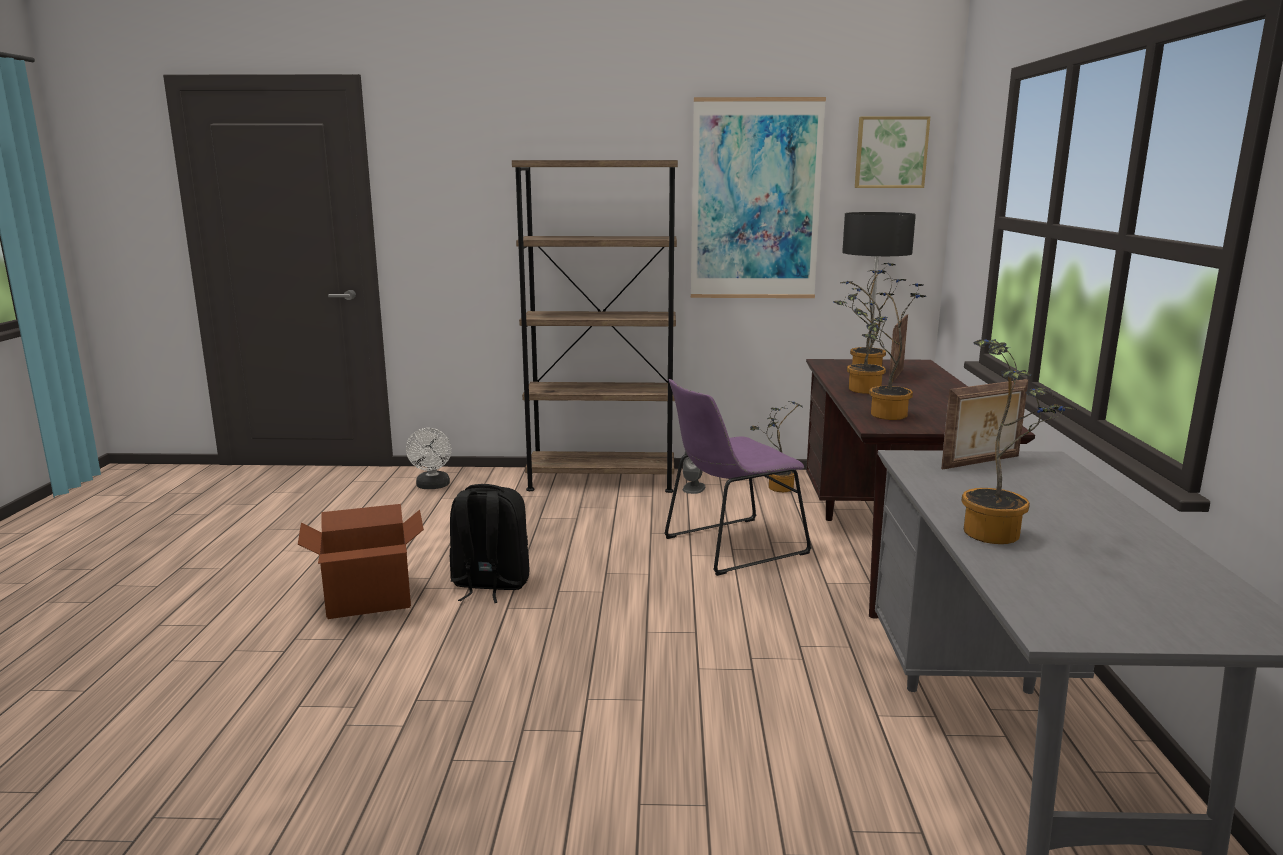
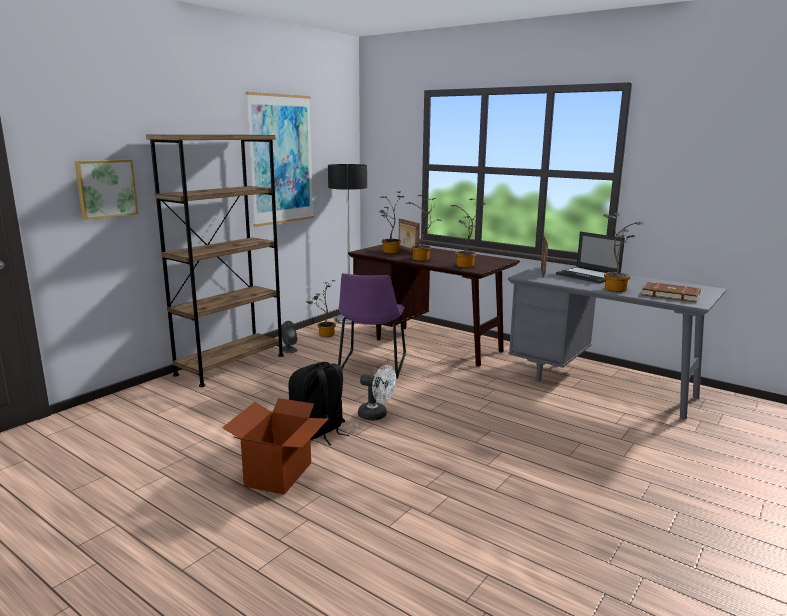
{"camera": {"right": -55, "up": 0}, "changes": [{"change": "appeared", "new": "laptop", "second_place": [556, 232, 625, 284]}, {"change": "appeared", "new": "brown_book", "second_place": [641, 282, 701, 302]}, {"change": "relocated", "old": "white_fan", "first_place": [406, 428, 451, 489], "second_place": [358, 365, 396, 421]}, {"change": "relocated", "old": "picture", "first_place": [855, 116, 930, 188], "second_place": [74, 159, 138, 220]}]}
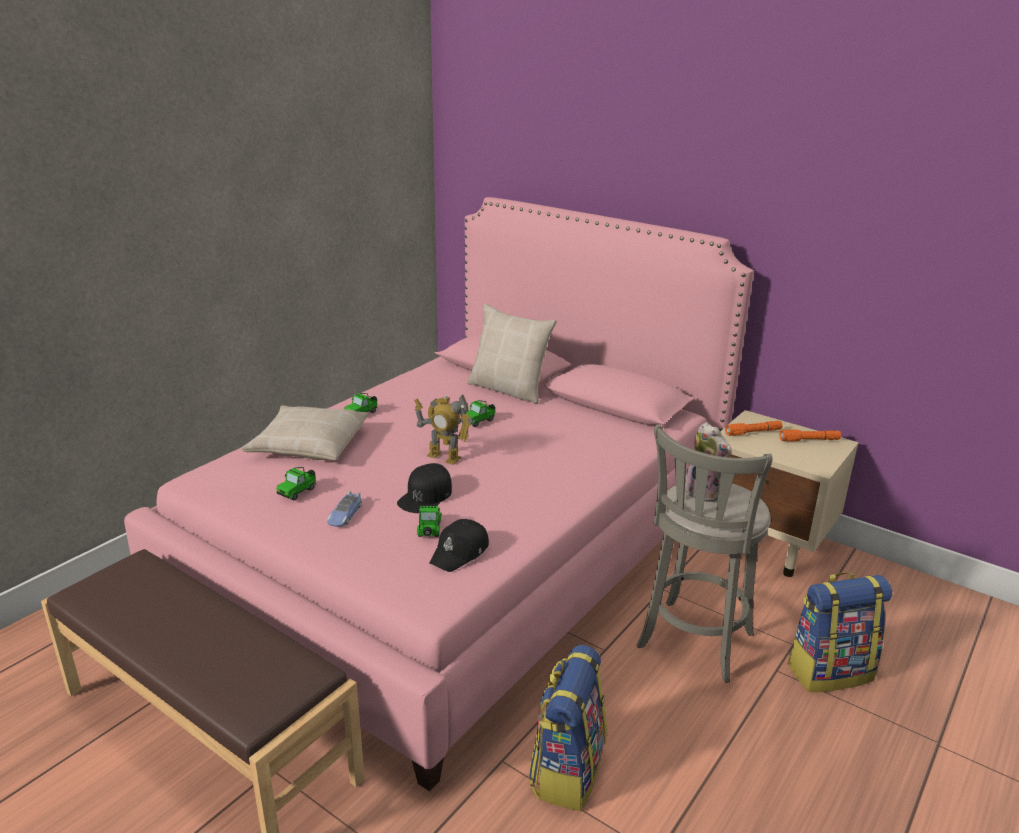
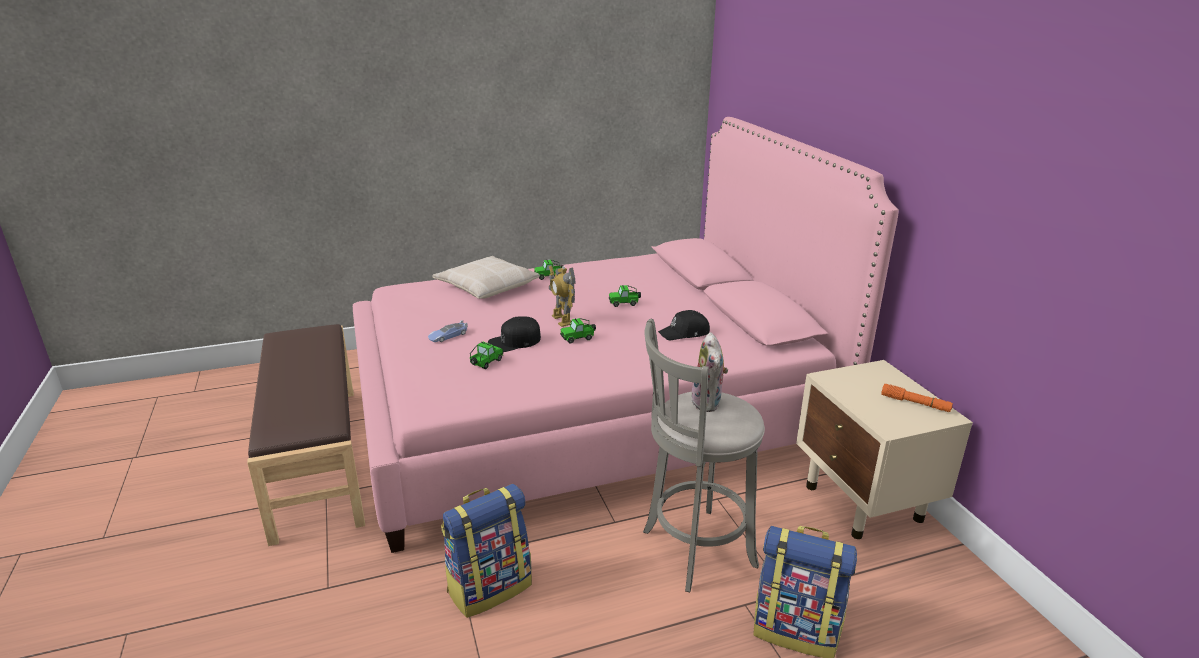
{"camera": {"right": 35, "up": 0}, "changes": [{"change": "missing", "old": "beige_pillow", "first_place": [467, 303, 557, 404]}, {"change": "missing", "old": "orange_flashlight", "first_place": [725, 421, 782, 436]}, {"change": "relocated", "old": "toy_car", "first_place": [276, 467, 316, 501], "second_place": [560, 318, 596, 344]}, {"change": "relocated", "old": "black_cap", "first_place": [429, 519, 489, 572], "second_place": [658, 310, 710, 341]}]}
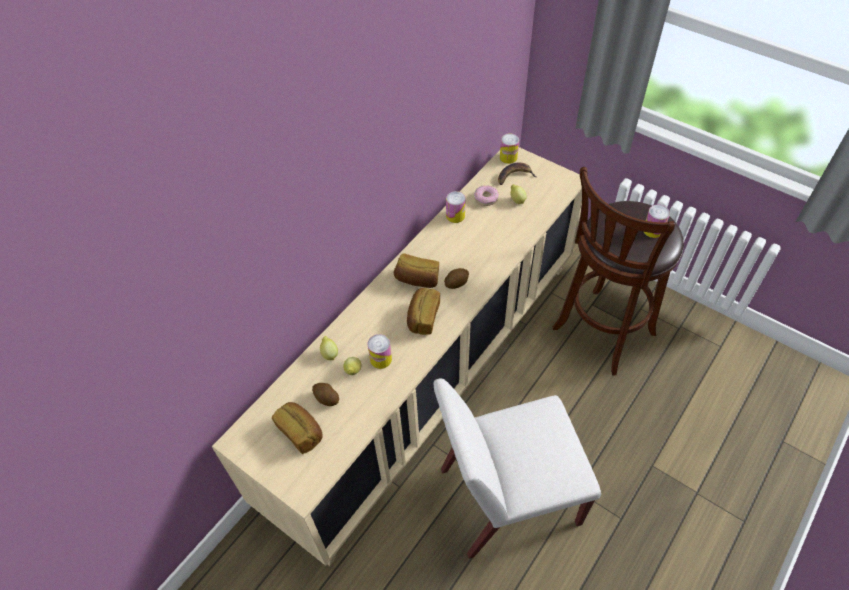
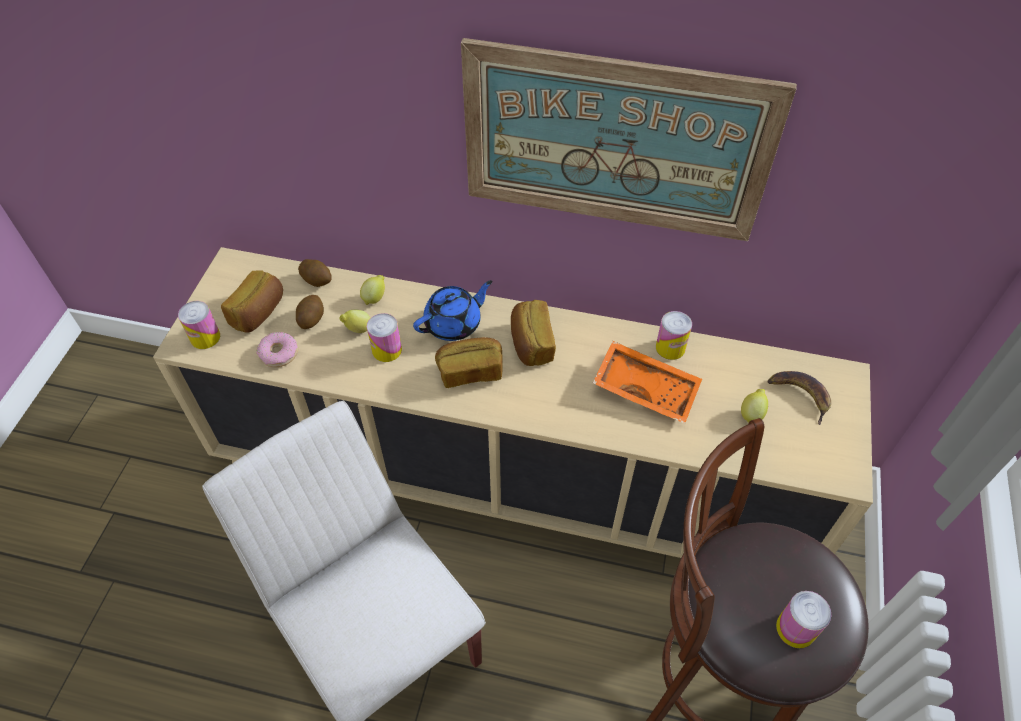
{"camera": {"right": 65, "up": 0}, "changes": [{"change": "appeared", "new": "blue_teapot", "second_place": [413, 280, 493, 341]}, {"change": "appeared", "new": "picture", "second_place": [461, 38, 797, 241]}, {"change": "appeared", "new": "orange_tray", "second_place": [593, 341, 702, 424]}, {"change": "relocated", "old": "potato", "first_place": [444, 268, 469, 289], "second_place": [298, 259, 332, 287]}, {"change": "relocated", "old": "donut", "first_place": [474, 186, 499, 206], "second_place": [256, 332, 298, 367]}, {"change": "relocated", "old": "can", "first_place": [500, 133, 519, 164], "second_place": [178, 301, 220, 349]}]}
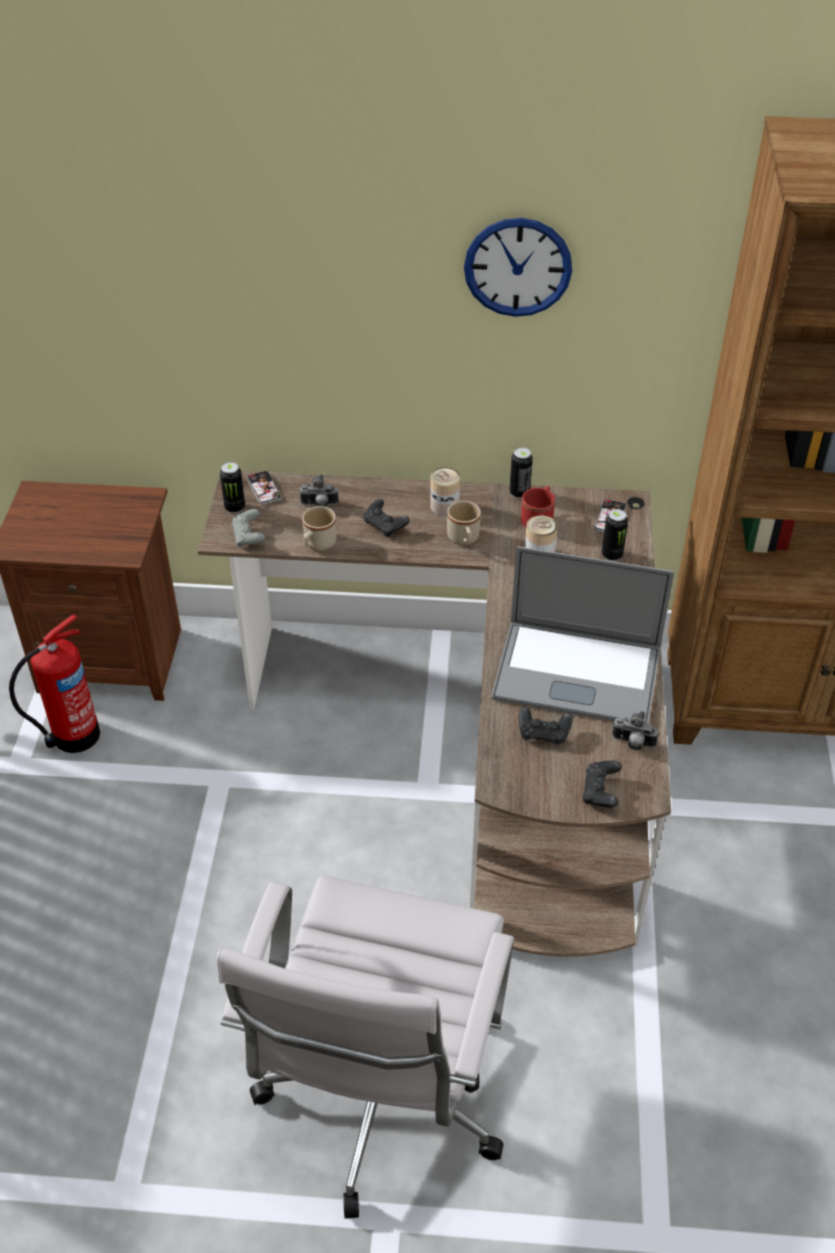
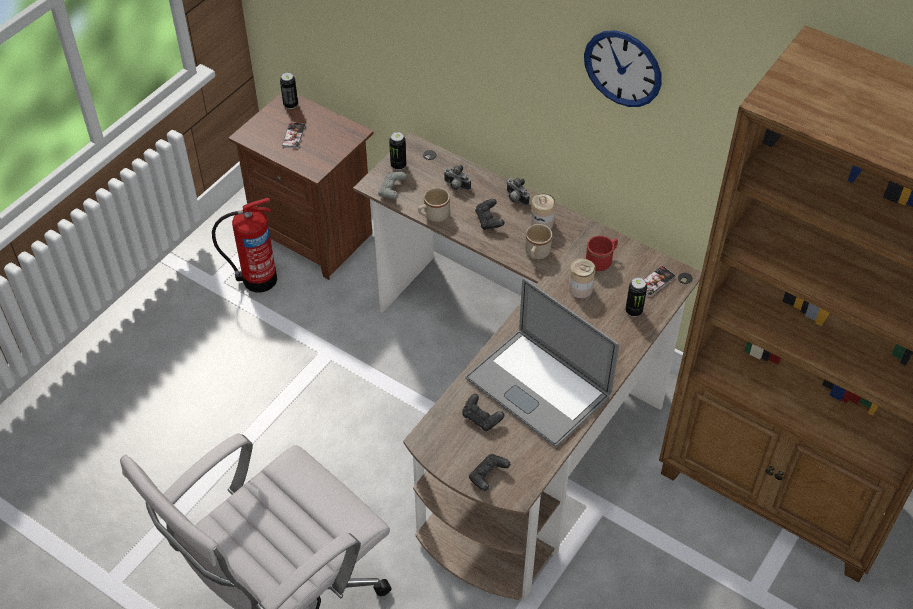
{"camera": {"right": 30, "up": 5}, "changes": [{"change": "relocated", "old": "phone", "first_place": [246, 471, 282, 504], "second_place": [282, 122, 306, 148]}, {"change": "relocated", "old": "can", "first_place": [510, 448, 533, 499], "second_place": [280, 72, 298, 109]}, {"change": "relocated", "old": "photo_camera", "first_place": [612, 711, 659, 750], "second_place": [507, 178, 530, 205]}]}
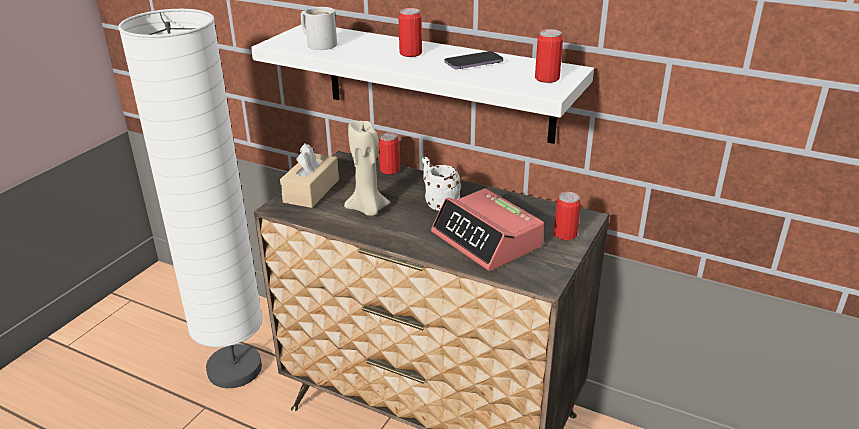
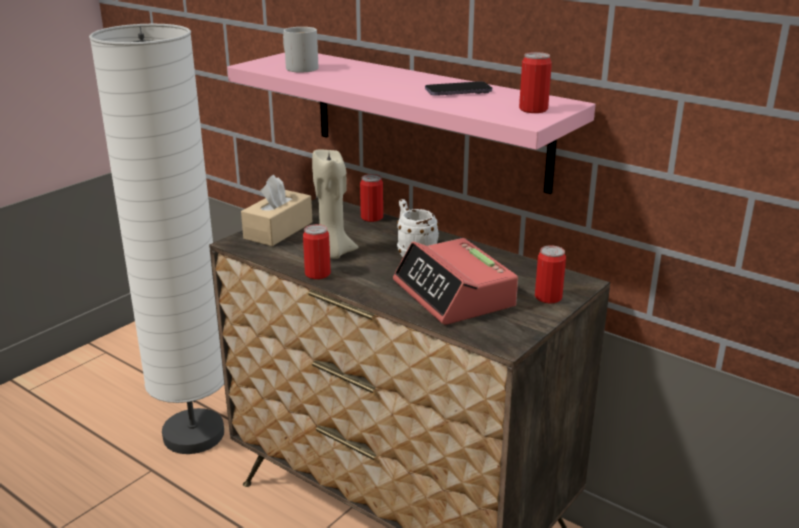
{"camera": {"right": 10, "up": -5}, "changes": [{"change": "relocated", "old": "can", "first_place": [398, 8, 422, 57], "second_place": [303, 224, 331, 279]}, {"change": "colour", "old": "white_shelf", "new": "pink_shelf", "first_place": [251, 24, 594, 144], "second_place": [227, 53, 596, 194]}]}
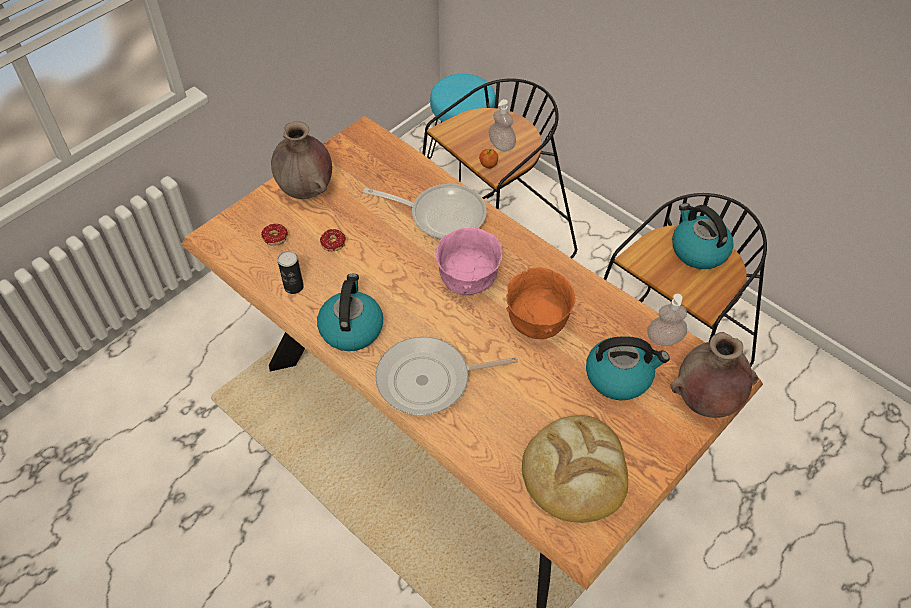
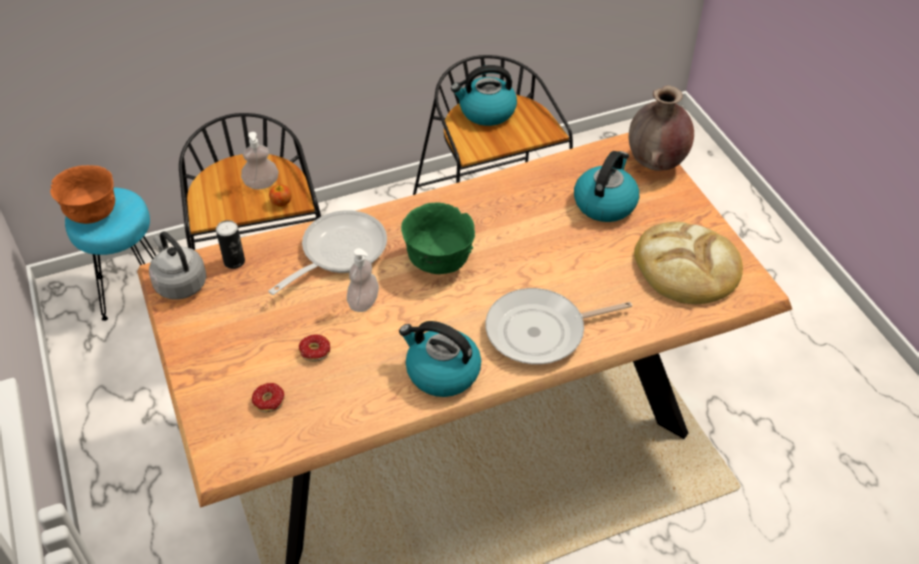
{"camera": {"right": -65, "up": -5}, "changes": [{"change": "missing", "old": "brown_vase", "first_place": [271, 121, 332, 199]}, {"change": "appeared", "new": "grey_kettle", "second_place": [149, 231, 207, 300]}, {"change": "relocated", "old": "can", "first_place": [277, 251, 304, 294], "second_place": [216, 220, 245, 269]}, {"change": "relocated", "old": "orange_bowl", "first_place": [506, 267, 575, 339], "second_place": [50, 165, 115, 224]}, {"change": "relocated", "old": "soap_dispenser", "first_place": [647, 294, 687, 346], "second_place": [347, 248, 379, 312]}, {"change": "colour", "old": "pink_bowl", "new": "green_bowl", "first_place": [436, 228, 503, 295], "second_place": [401, 203, 475, 274]}, {"change": "spun", "old": "frying_pan", "first_place": [375, 336, 518, 415], "second_place": [485, 288, 632, 364], "degrees": 60}]}
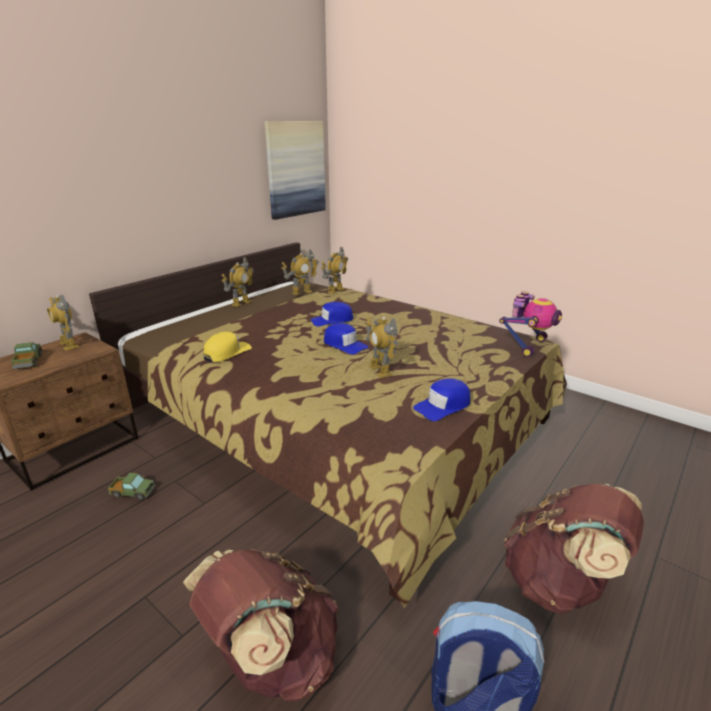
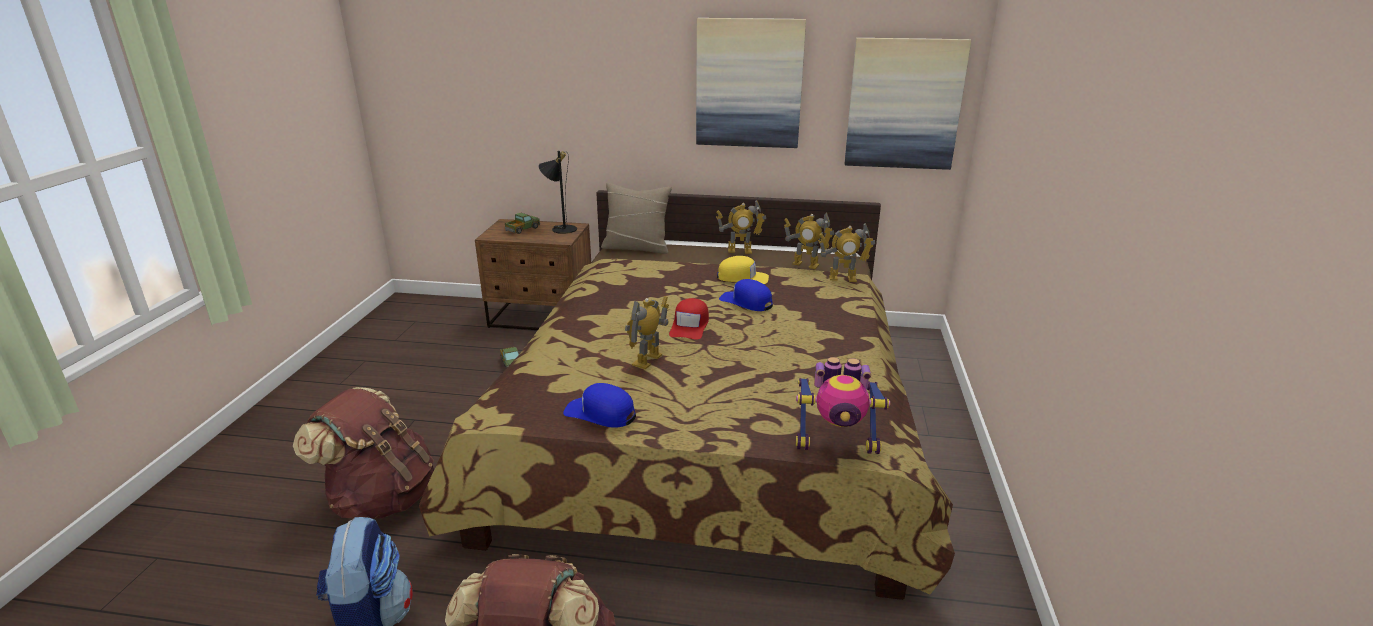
{"camera": {"right": 60, "up": 0}, "changes": [{"change": "appeared", "new": "beige_pillow", "second_place": [601, 183, 672, 254]}, {"change": "appeared", "new": "picture", "second_place": [696, 18, 806, 148]}, {"change": "relocated", "old": "yellow_cap", "first_place": [204, 332, 252, 362], "second_place": [717, 256, 769, 284]}, {"change": "exchanged", "old": "toy_robot", "new": "black_table_lamp", "first_place": [47, 295, 79, 351], "second_place": [539, 151, 577, 234]}, {"change": "colour", "old": "blue_cap", "new": "red_cap", "first_place": [324, 323, 369, 355], "second_place": [669, 298, 709, 340]}]}
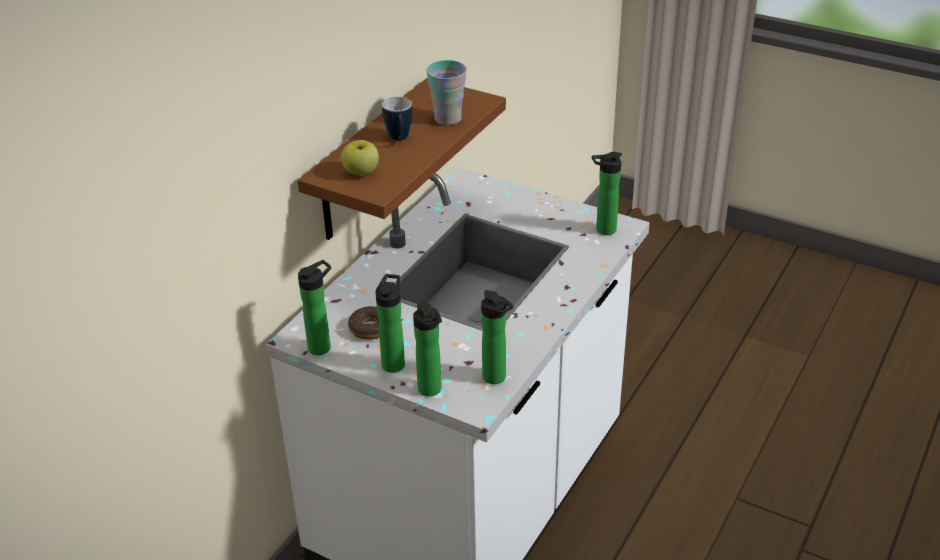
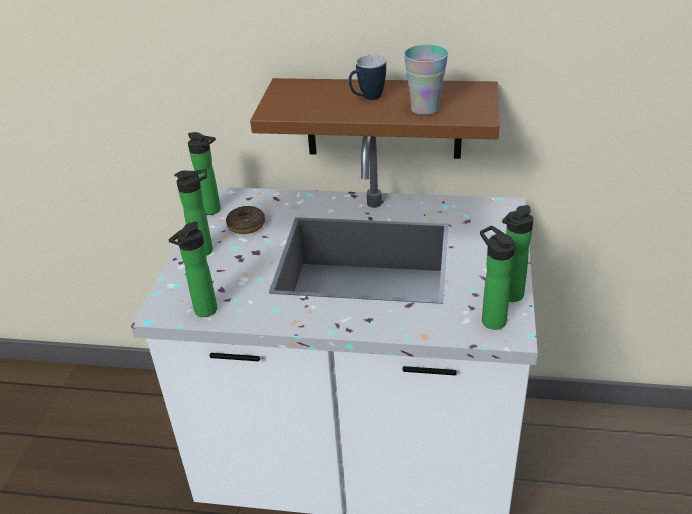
{"camera": {"right": 70, "up": 0}, "changes": [{"change": "missing", "old": "apple", "first_place": [341, 140, 379, 176]}, {"change": "relocated", "old": "bottle", "first_place": [413, 301, 442, 396], "second_place": [502, 205, 533, 302]}]}
